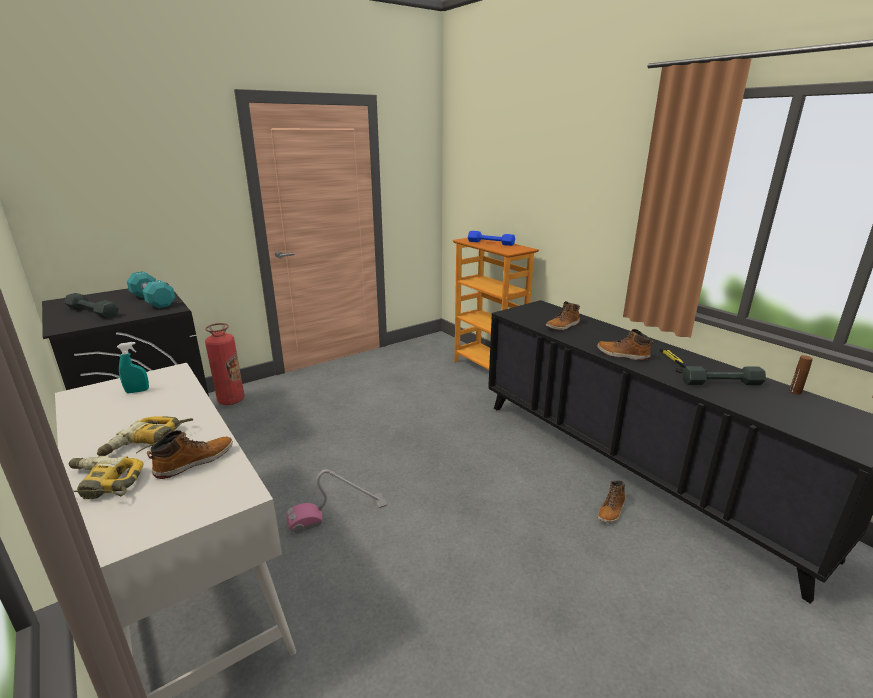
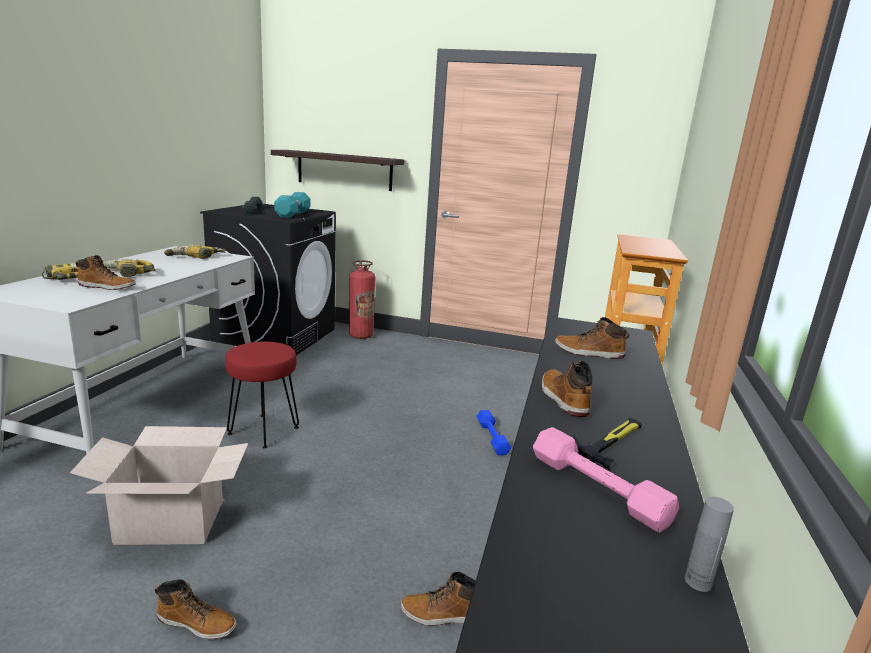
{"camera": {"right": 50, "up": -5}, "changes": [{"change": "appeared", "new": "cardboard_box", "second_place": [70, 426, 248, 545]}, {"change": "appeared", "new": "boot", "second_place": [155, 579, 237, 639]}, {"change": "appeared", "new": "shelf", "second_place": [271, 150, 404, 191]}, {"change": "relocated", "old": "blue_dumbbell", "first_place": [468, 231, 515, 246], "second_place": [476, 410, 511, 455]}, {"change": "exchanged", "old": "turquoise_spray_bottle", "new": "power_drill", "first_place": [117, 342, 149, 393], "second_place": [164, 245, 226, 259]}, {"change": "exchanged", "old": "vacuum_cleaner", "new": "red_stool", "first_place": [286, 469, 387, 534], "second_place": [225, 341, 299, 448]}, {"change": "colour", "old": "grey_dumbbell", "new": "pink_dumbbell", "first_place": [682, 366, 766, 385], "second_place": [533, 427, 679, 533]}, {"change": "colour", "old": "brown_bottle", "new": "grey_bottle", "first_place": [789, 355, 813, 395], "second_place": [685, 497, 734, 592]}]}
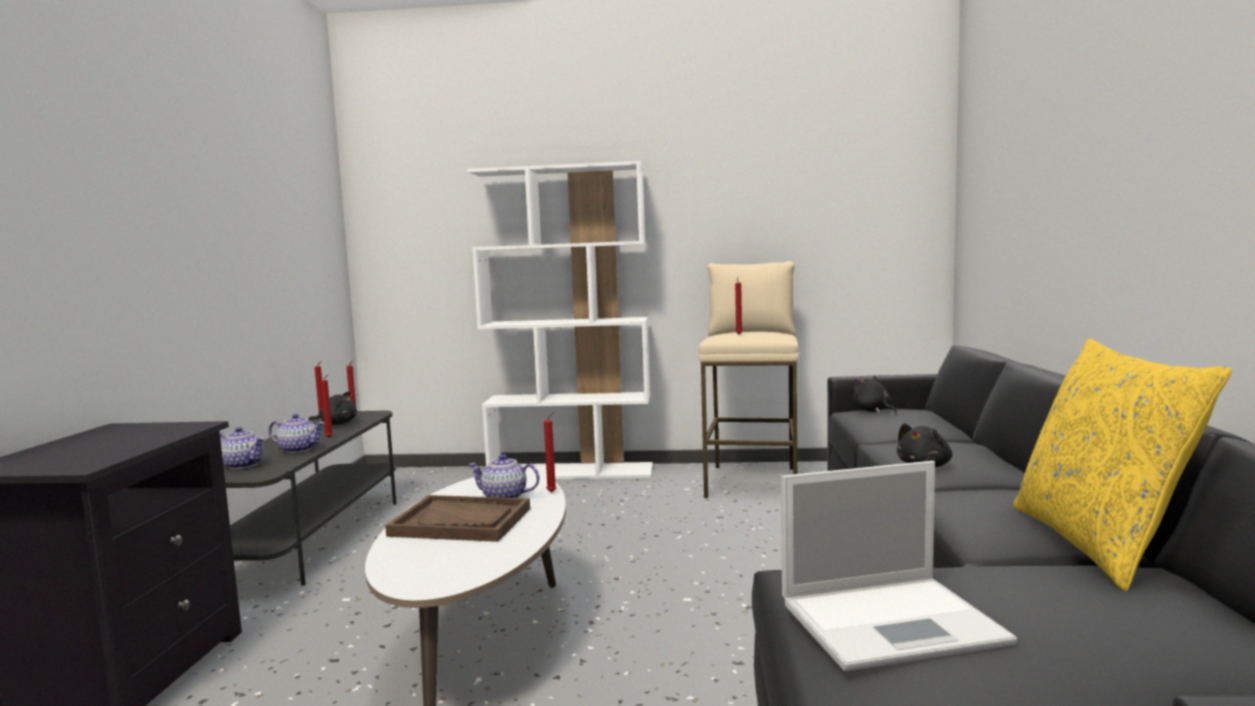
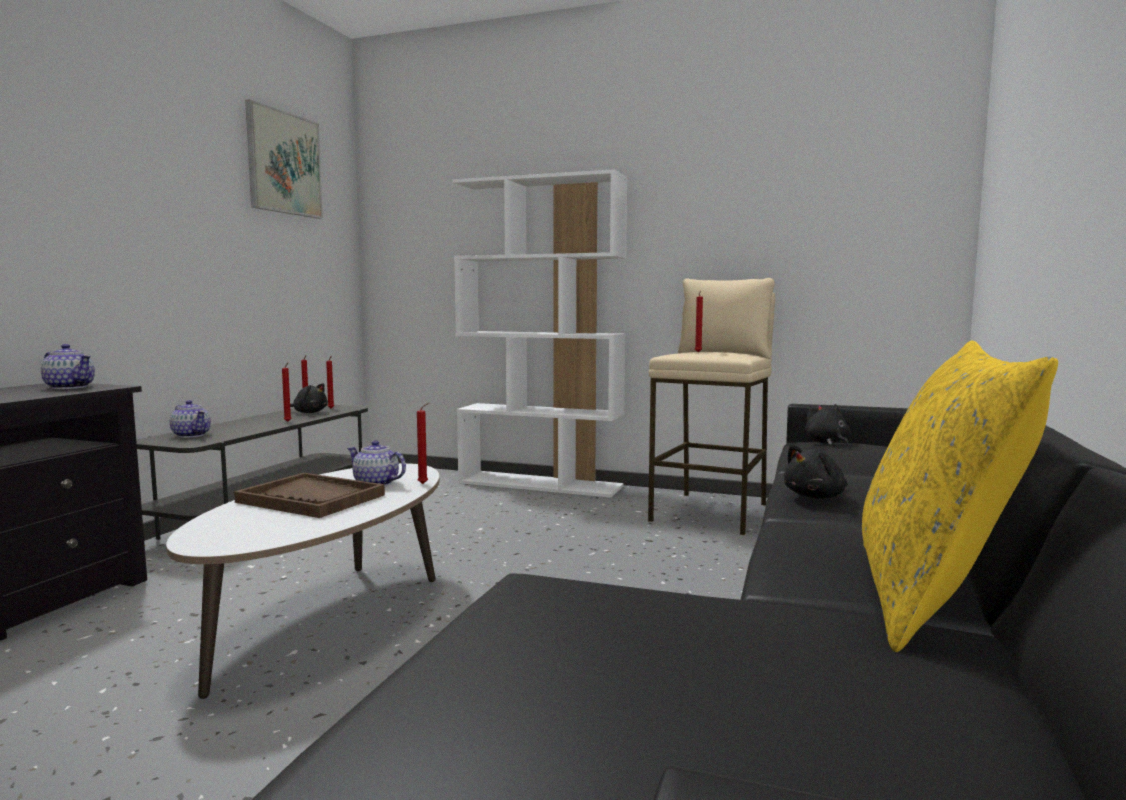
{"camera": {"right": 15, "up": 0}, "changes": [{"change": "missing", "old": "laptop", "first_place": [781, 461, 1017, 671]}, {"change": "appeared", "new": "picture", "second_place": [245, 99, 323, 219]}, {"change": "relocated", "old": "teapot", "first_place": [268, 414, 325, 453], "second_place": [41, 344, 95, 389]}]}
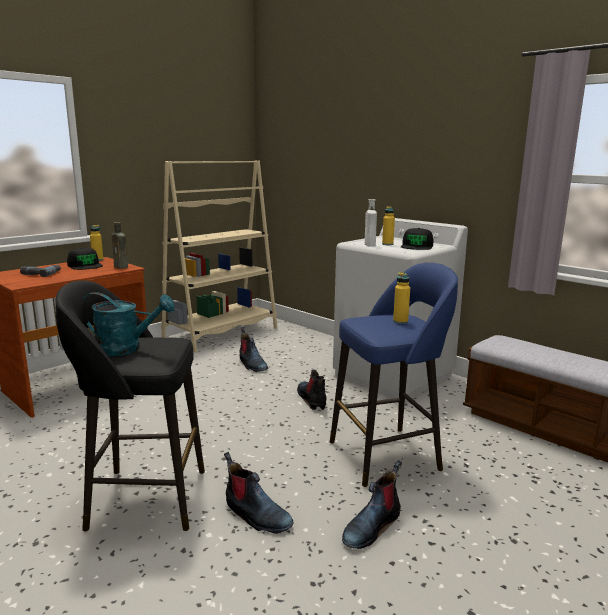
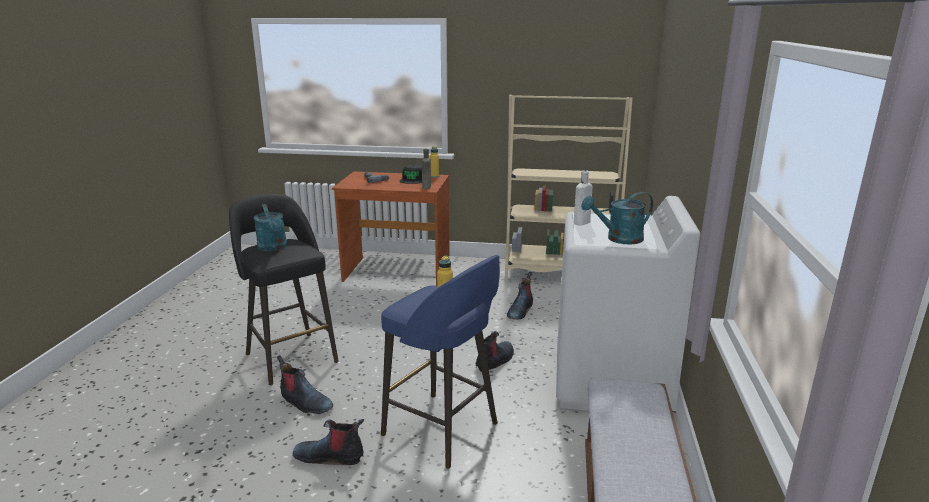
{"camera": {"right": 55, "up": 5}, "changes": [{"change": "missing", "old": "yellow_bottle", "first_place": [382, 206, 395, 245]}, {"change": "exchanged", "old": "black_cap", "new": "turquoise_watering_can", "first_place": [401, 228, 434, 250], "second_place": [581, 192, 653, 244]}, {"change": "spun", "old": "boot", "first_place": [224, 452, 294, 534], "second_place": [277, 355, 333, 414], "degrees": -60}]}
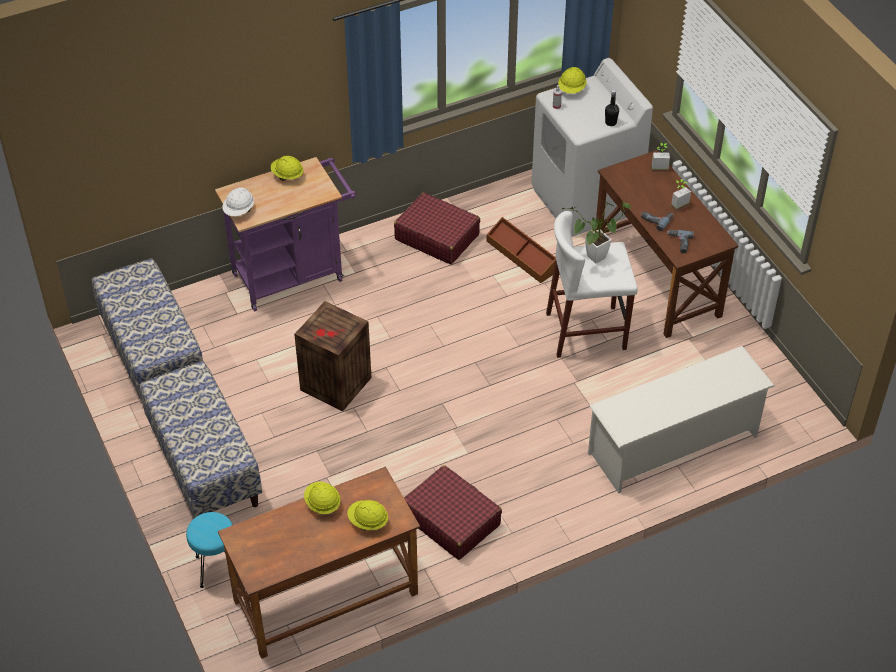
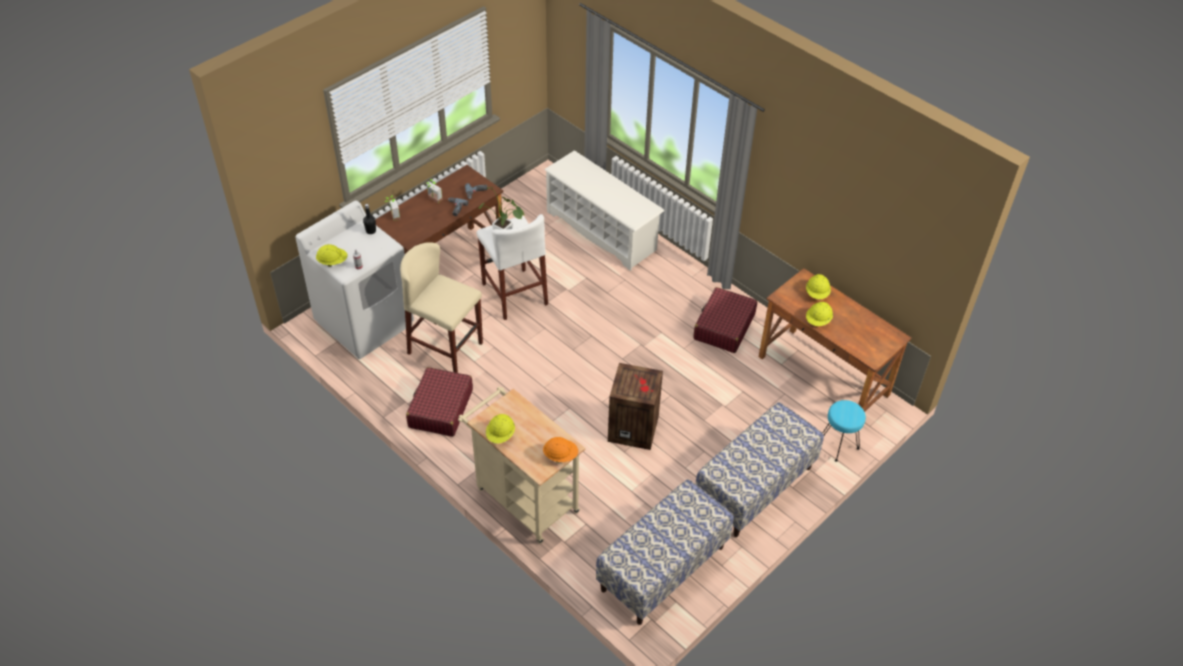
{"camera": {"right": -110, "up": 0}, "changes": [{"change": "exchanged", "old": "brown_storage_box", "new": "beige_stool", "first_place": [486, 217, 556, 283], "second_place": [400, 242, 483, 373]}, {"change": "colour", "old": "purple_cart", "new": "beige_cart", "first_place": [215, 157, 356, 312], "second_place": [458, 387, 586, 544]}, {"change": "colour", "old": "white_hard_hat", "new": "orange_hard_hat", "first_place": [222, 187, 254, 216], "second_place": [543, 437, 578, 462]}]}
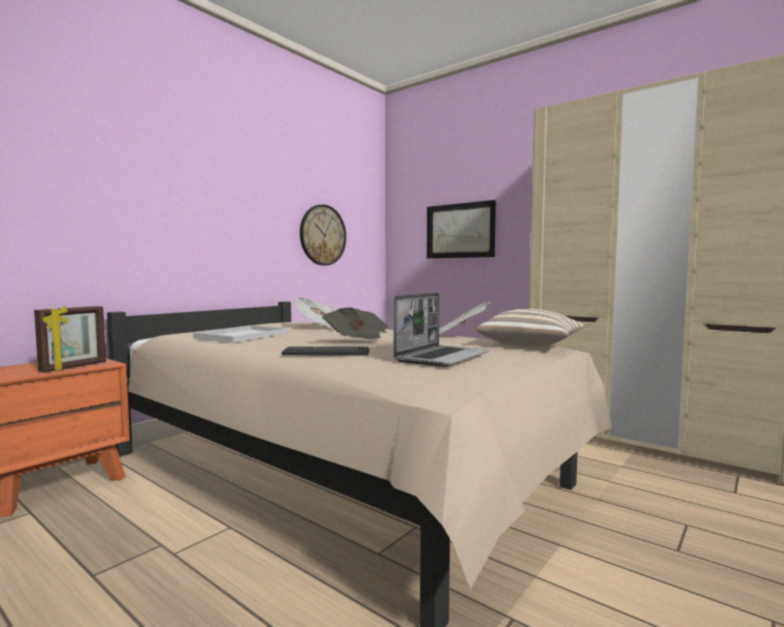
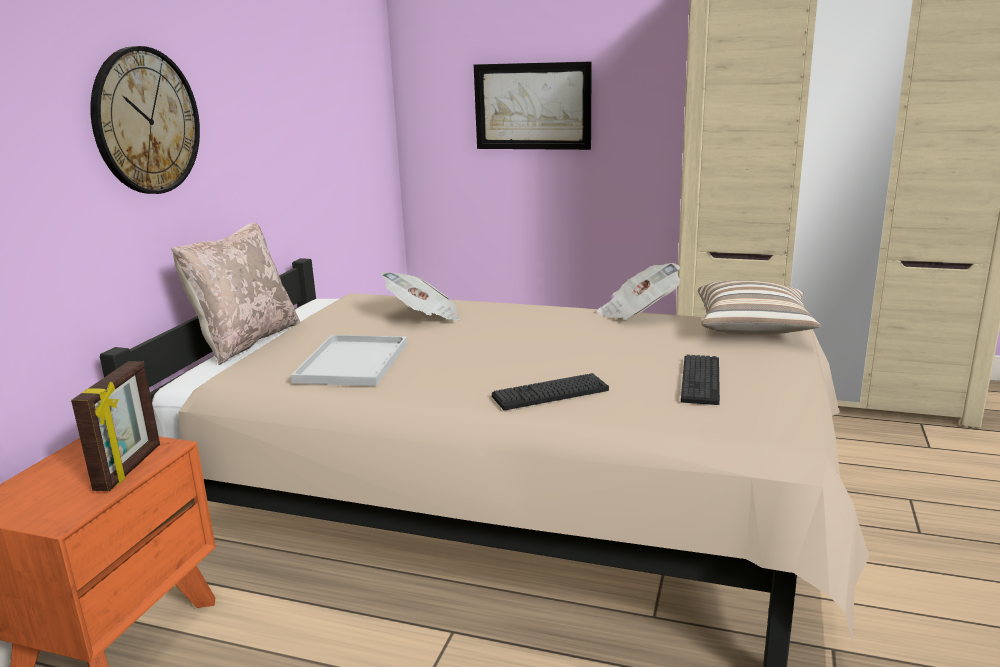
{"camera": {"right": -20, "up": 15}, "changes": [{"change": "missing", "old": "newspaper", "first_place": [322, 308, 388, 339]}, {"change": "appeared", "new": "beige_pillow", "second_place": [171, 222, 300, 365]}, {"change": "relocated", "old": "wall_clock", "first_place": [300, 204, 346, 266], "second_place": [90, 46, 200, 194]}, {"change": "exchanged", "old": "laptop", "new": "keyboard", "first_place": [393, 293, 489, 367], "second_place": [681, 355, 720, 405]}]}
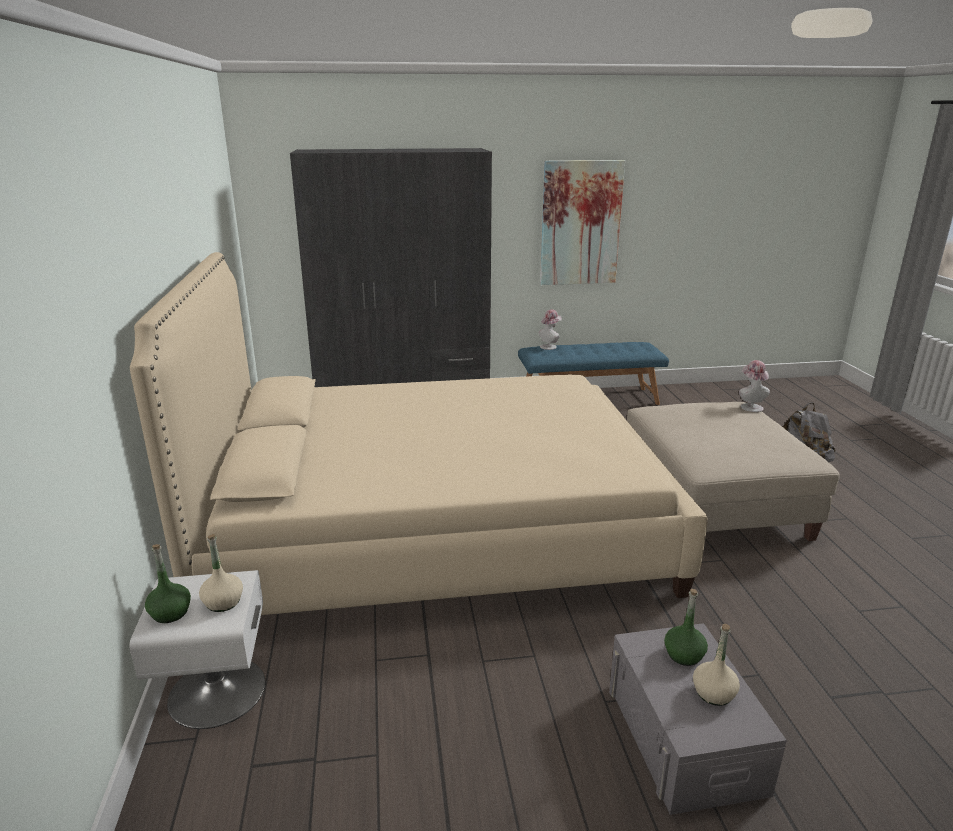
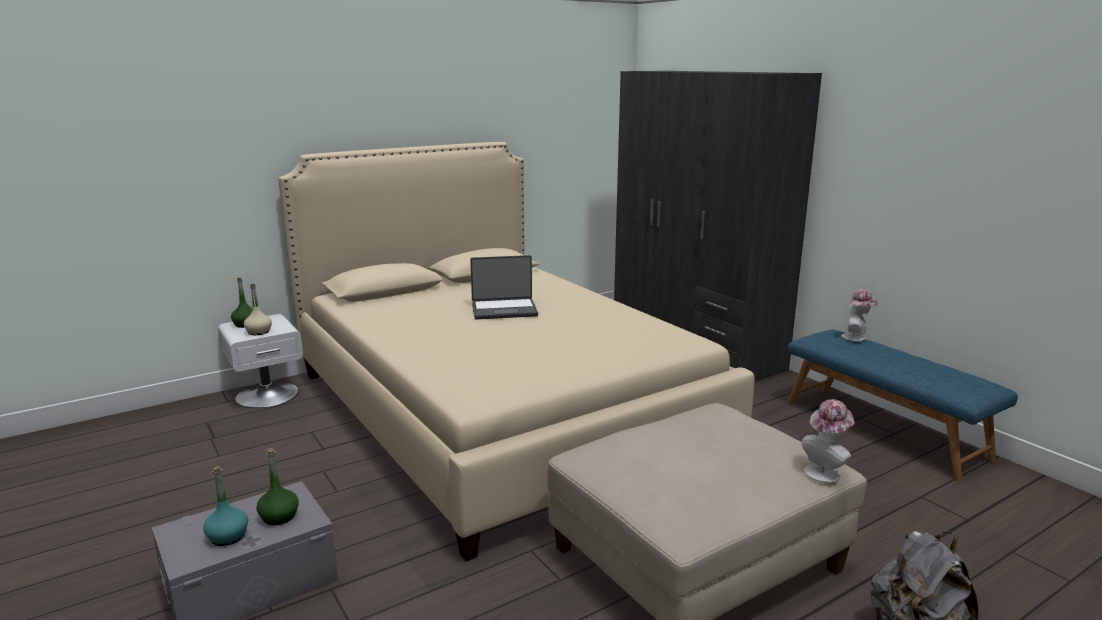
{"camera": {"right": 65, "up": -5}, "changes": [{"change": "missing", "old": "picture", "first_place": [540, 160, 625, 285]}, {"change": "appeared", "new": "laptop", "second_place": [470, 255, 538, 320]}, {"change": "colour", "old": "beige_bottle", "new": "turquoise_bottle", "first_place": [693, 624, 740, 706], "second_place": [203, 466, 248, 546]}]}
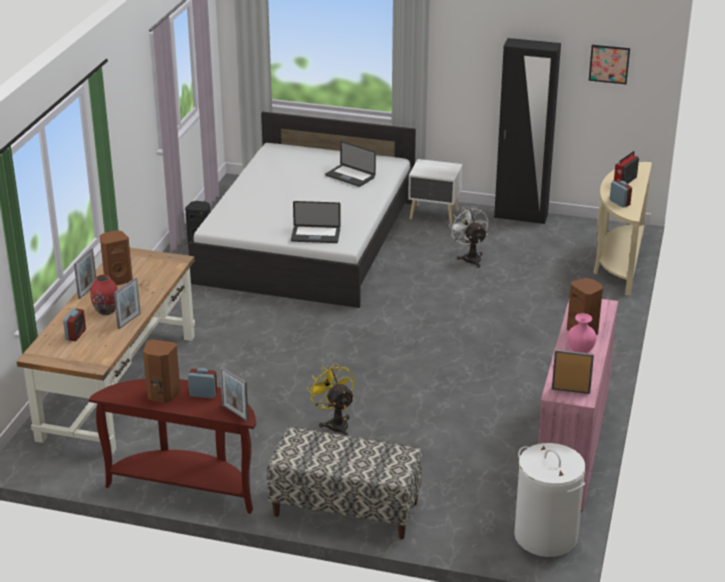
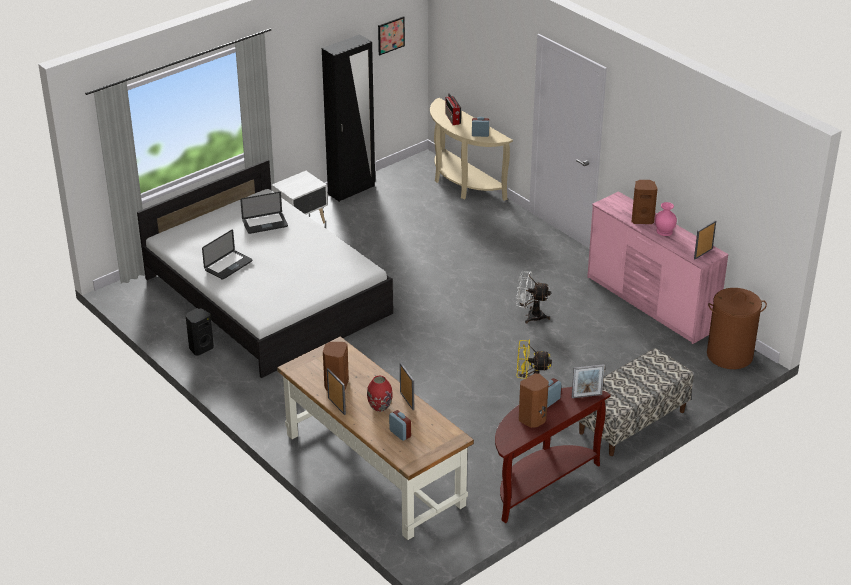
{"camera": {"right": -55, "up": 5}, "changes": [{"change": "relocated", "old": "laptop", "first_place": [291, 201, 341, 243], "second_place": [202, 229, 253, 280]}, {"change": "relocated", "old": "white_fan", "first_place": [449, 206, 488, 268], "second_place": [516, 271, 551, 323]}, {"change": "colour", "old": "white_laundry_basket", "new": "brown_laundry_basket", "first_place": [514, 443, 586, 557], "second_place": [707, 288, 767, 369]}]}
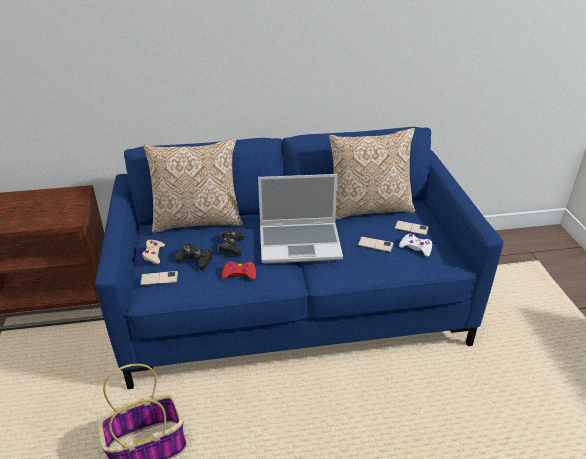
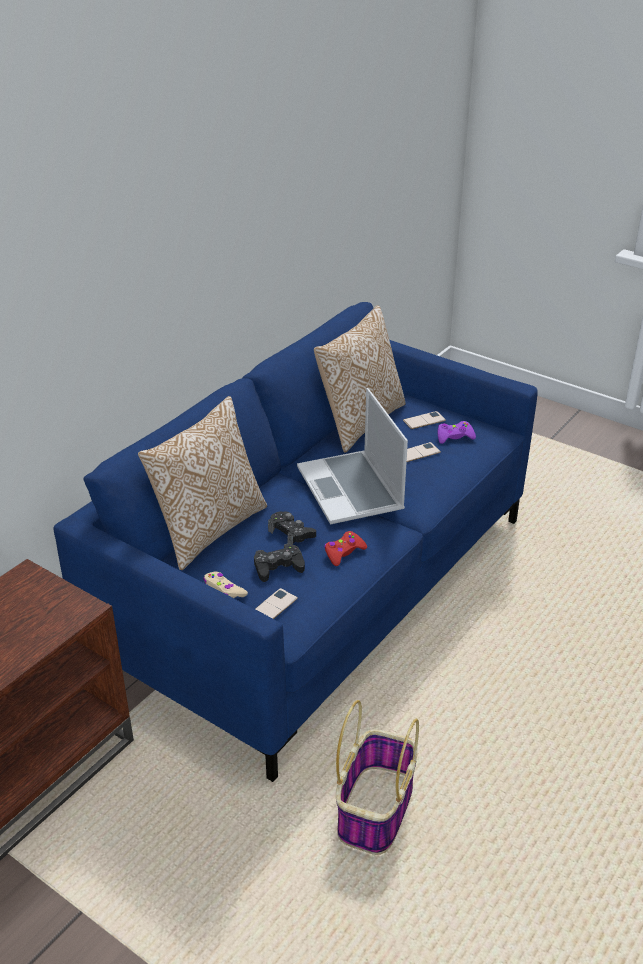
{"camera": {"right": -45, "up": 0}, "changes": [{"change": "colour", "old": "white_game_controller", "new": "purple_game_controller", "first_place": [399, 234, 432, 257], "second_place": [438, 421, 476, 444]}, {"change": "spun", "old": "laptop", "first_place": [258, 174, 343, 264], "second_place": [297, 388, 408, 525], "degrees": 120}]}
